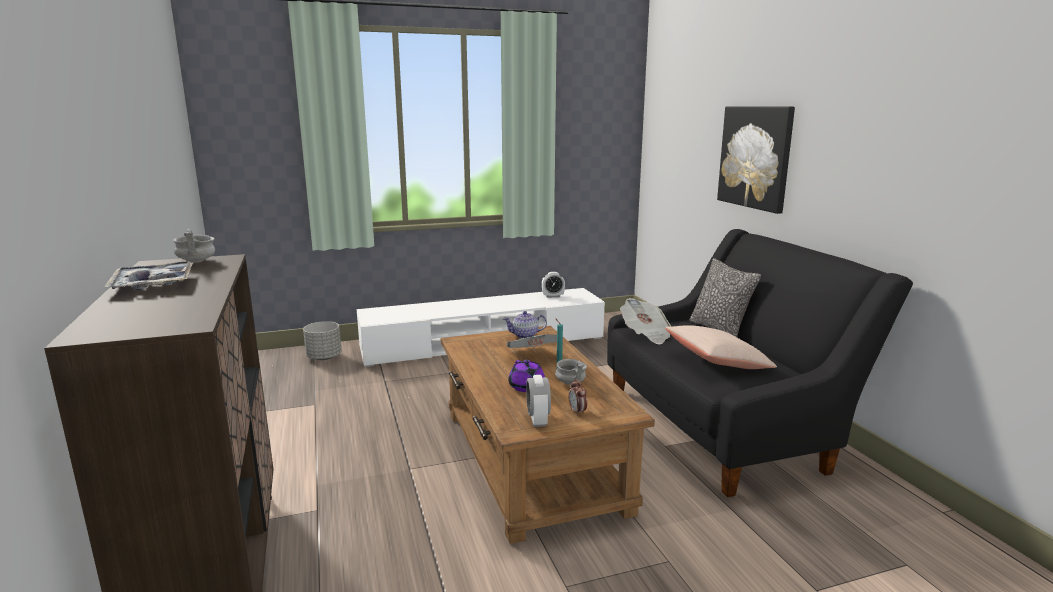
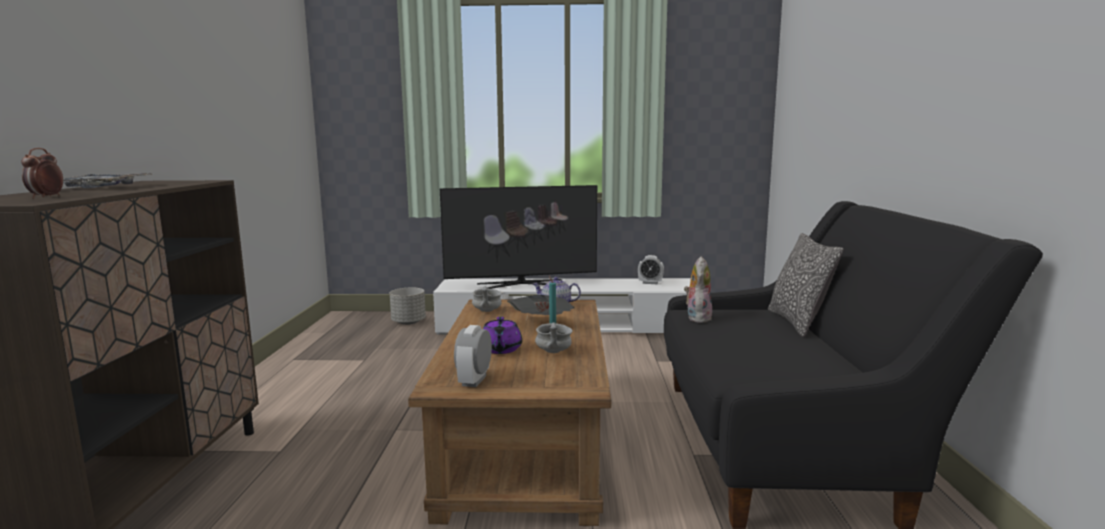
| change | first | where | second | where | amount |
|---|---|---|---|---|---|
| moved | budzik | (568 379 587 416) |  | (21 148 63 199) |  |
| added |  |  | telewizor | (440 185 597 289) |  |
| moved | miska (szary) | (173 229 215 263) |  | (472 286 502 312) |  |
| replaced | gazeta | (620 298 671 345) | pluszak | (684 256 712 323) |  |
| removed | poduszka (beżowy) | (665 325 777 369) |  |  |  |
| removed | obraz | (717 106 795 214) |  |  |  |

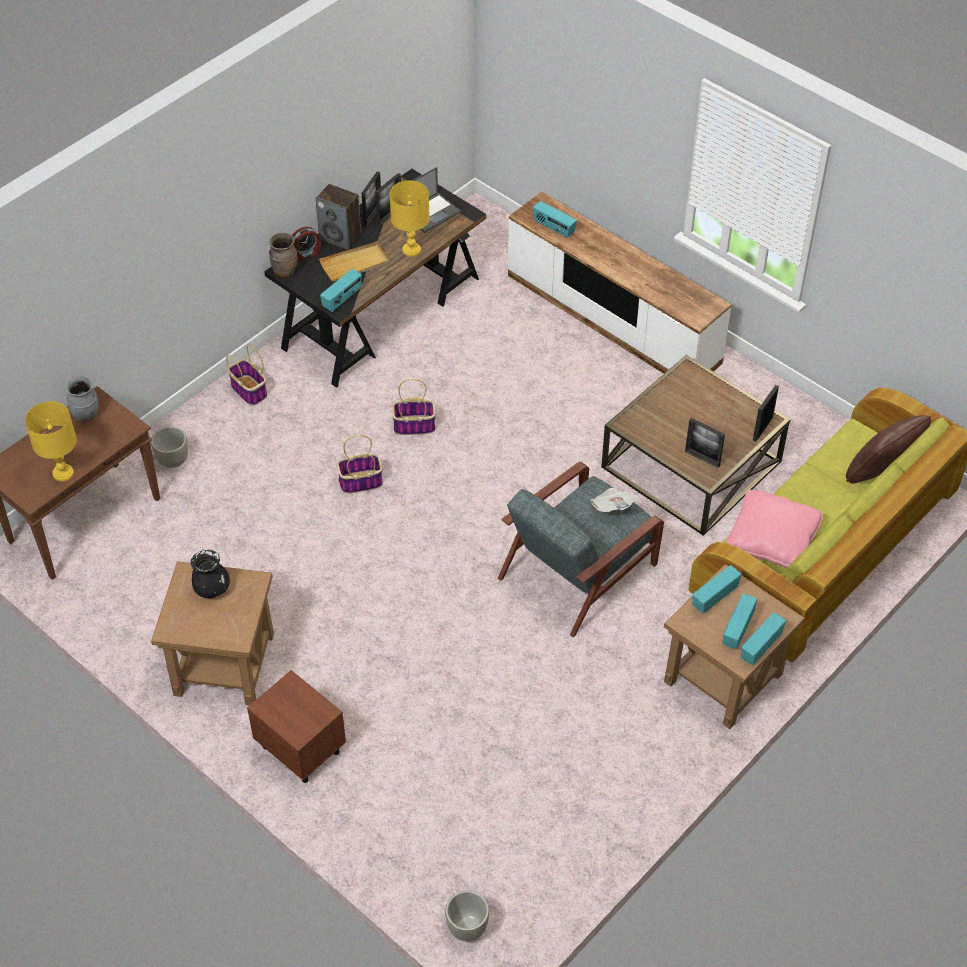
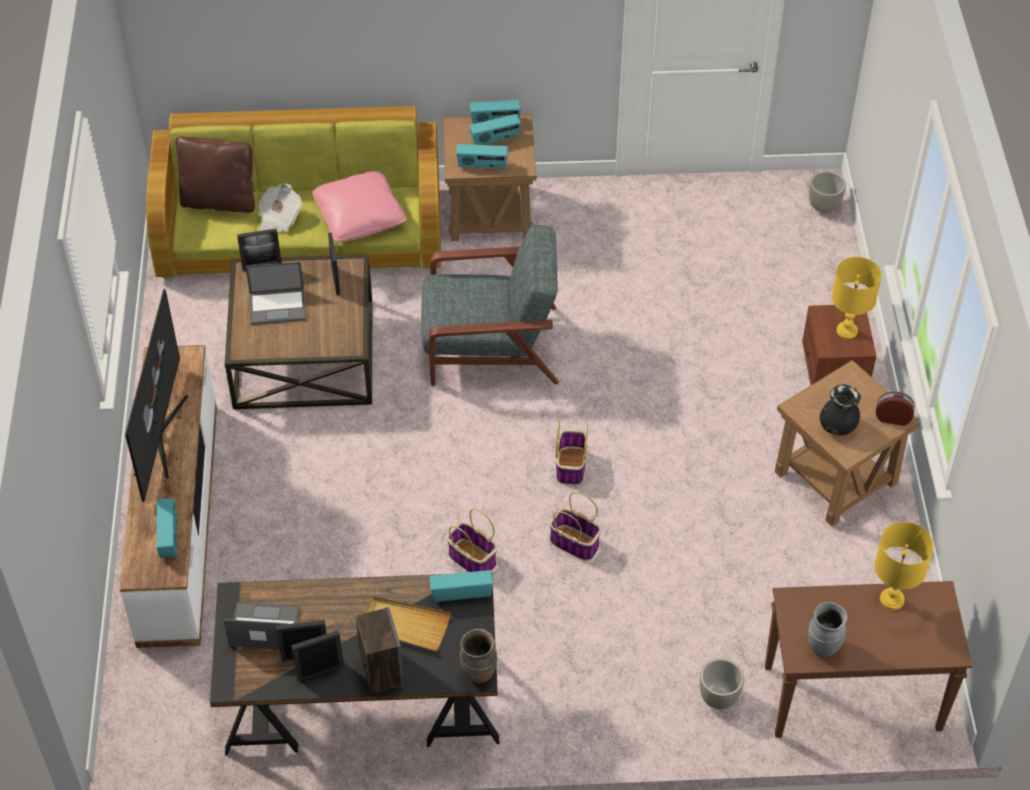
| change | first | where | second | where | amount |
|---|---|---|---|---|---|
| added |  |  | telewizor | (125 289 189 502) |  |
| added |  |  | laptop | (245 262 306 325) |  |
| moved | gazeta | (590 488 638 512) |  | (258 183 302 233) |  |
| moved | koszyk | (226 344 267 406) |  | (555 420 588 485) |  |
| moved | lampa stołowa (żółty) | (390 181 430 257) |  | (832 257 882 339) |  |
| moved | budzik | (292 227 321 261) |  | (876 392 915 426) |  |

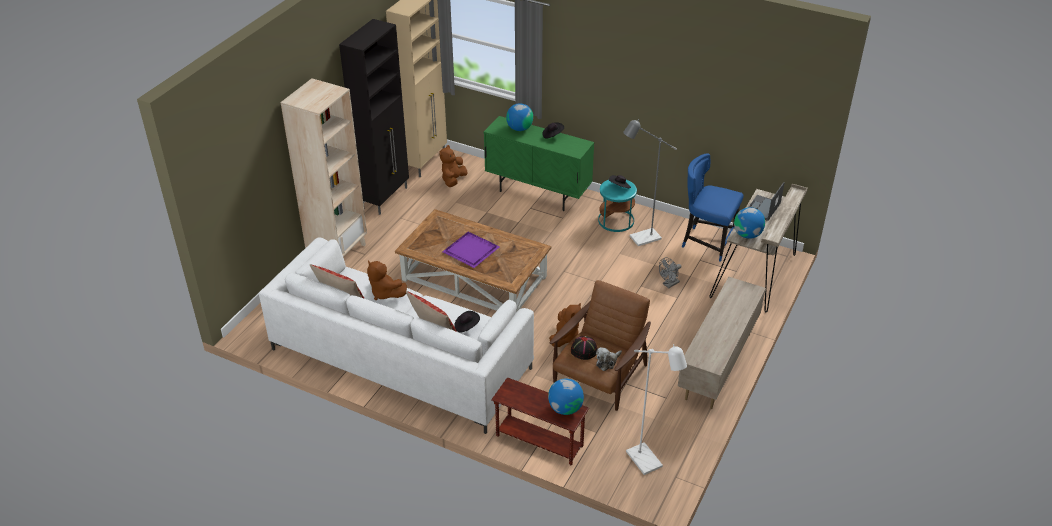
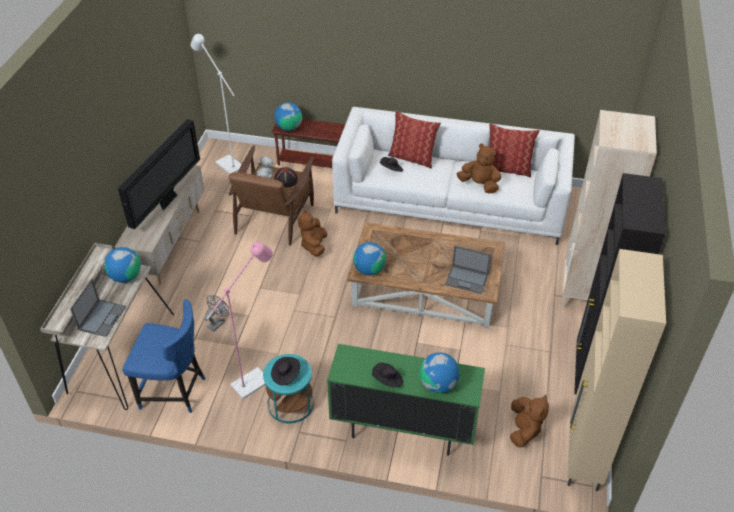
| change | first | where | second | where | amount |
|---|---|---|---|---|---|
| added |  |  | telewizor | (118 119 200 229) |  |
| recoloured | lampa stojąca (szary) | (623 119 677 246) | lampa stojąca (różowy) | (206 242 273 399) |  |
| added |  |  | globus | (353 242 386 275) |  |
| added |  |  | laptop | (445 246 491 294) |  |
| removed | taca (fioletowy) | (443 231 499 268) |  |  |  |

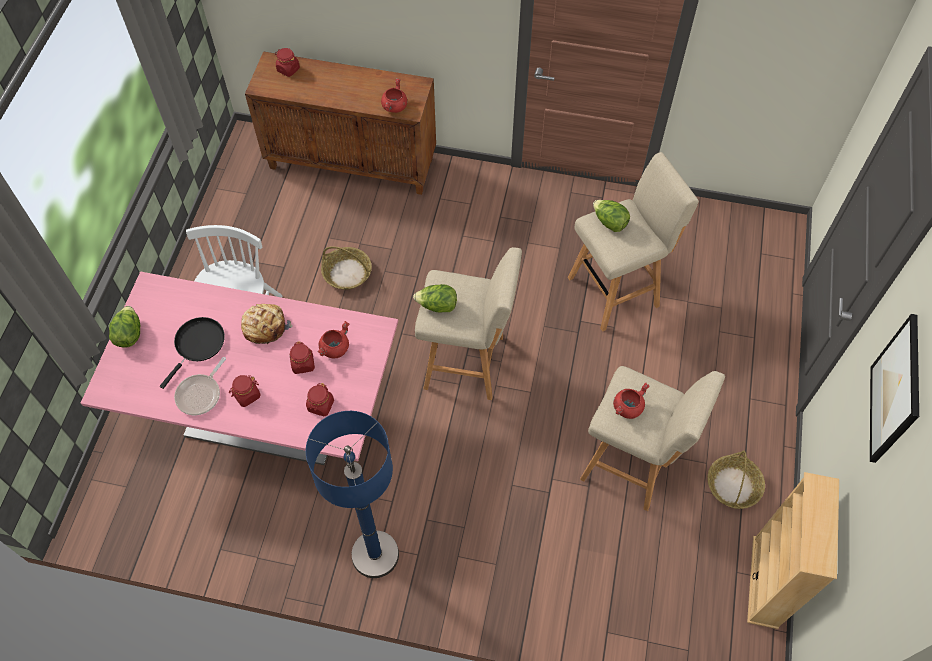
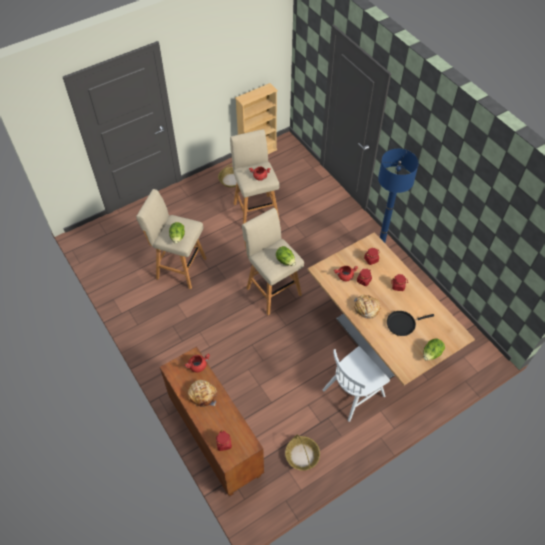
| change | first | where | second | where | amount |
|---|---|---|---|---|---|
| added |  |  | chleb | (188 380 217 407) |  |
| moved | koszyk | (321 246 372 290) |  | (285 435 320 471) |  |
| recoloured | stół jadalny (różowy) | (81 271 398 465) | stół jadalny (brązowy) | (307 232 475 386) |  |
| removed | patelnia | (174 357 226 415) |  |  |  |
| removed | obraz | (870 314 919 463) |  |  |  |

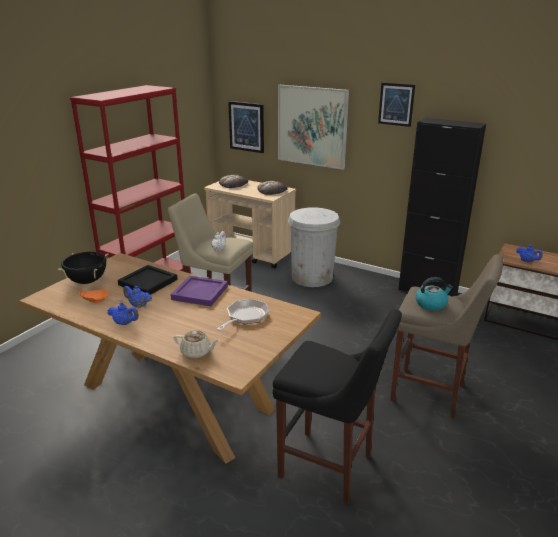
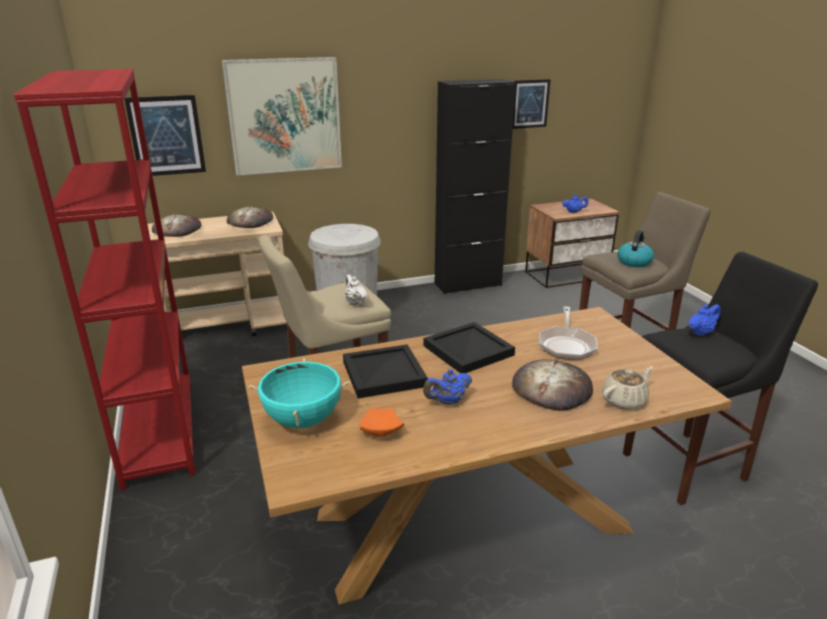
| change | first | where | second | where | amount |
|---|---|---|---|---|---|
| recoloured | garnek (czarny) | (58 252 109 284) | garnek (turkusowy) | (248 358 351 428) |  |
| recoloured | taca (fioletowy) | (170 276 228 306) | taca (czarny) | (424 322 515 373) |  |
| added |  |  | chleb | (512 359 593 411) |  |
| moved | obraz | (378 83 415 127) |  | (513 79 551 129) |  |
| turned | patelnia | (217 299 269 331) |  | (539 307 598 361) | 150 degrees counterclockwise |
| moved | imbryk (niebieski) | (108 302 139 325) |  | (688 304 721 336) |  |

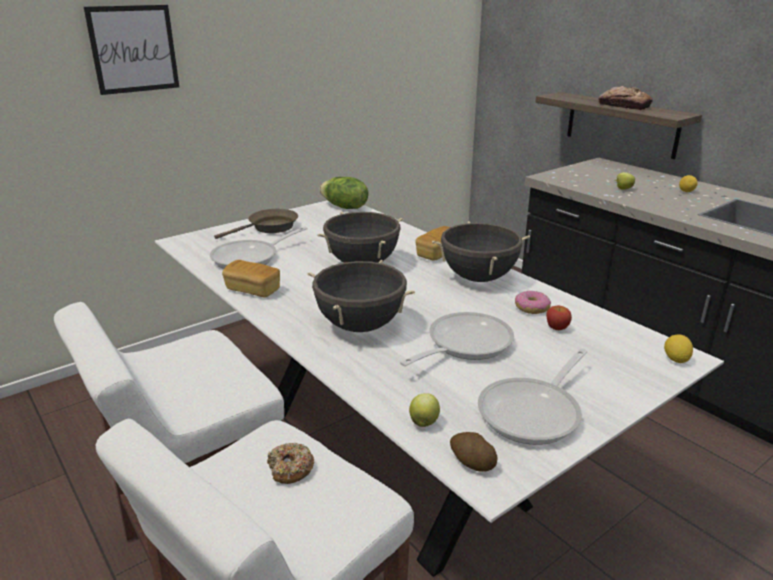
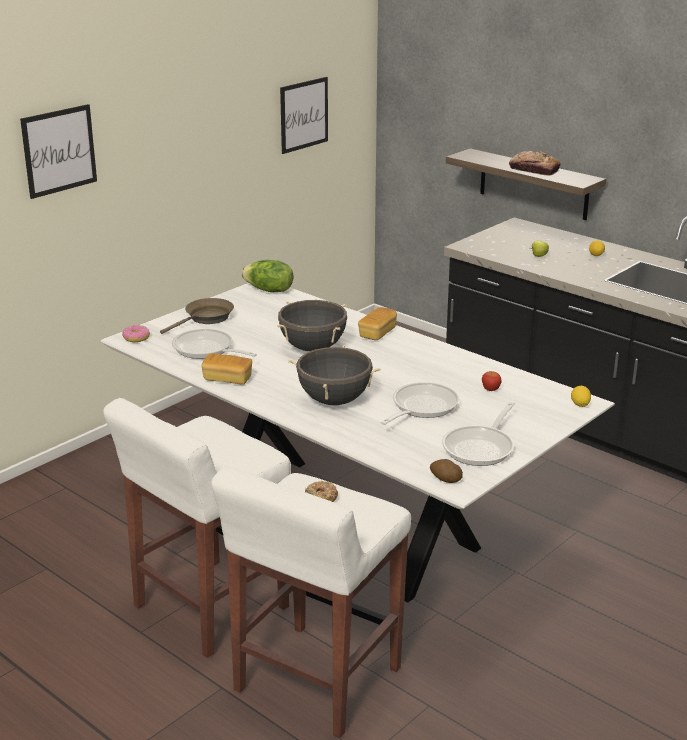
| change | first | where | second | where | amount |
|---|---|---|---|---|---|
| moved | donut | (515 290 551 314) |  | (122 325 150 342) |  |
| turned | patelnia | (210 227 308 269) |  | (172 329 257 359) | 90 degrees clockwise |
| added |  |  | obraz | (280 77 328 154) |  |
| removed | jabłko | (409 393 440 427) |  |  |  |
| removed | garnek (czarny) | (432 221 530 282) |  |  |  |

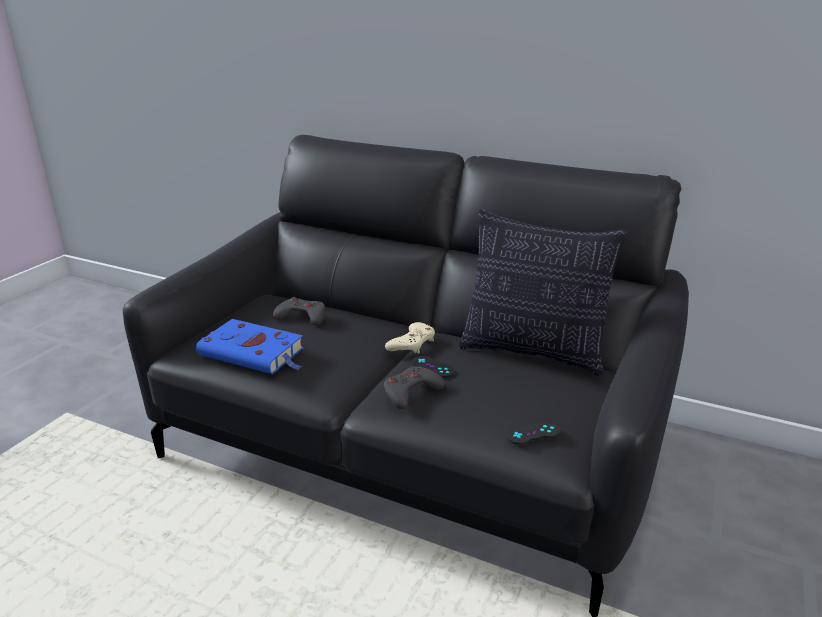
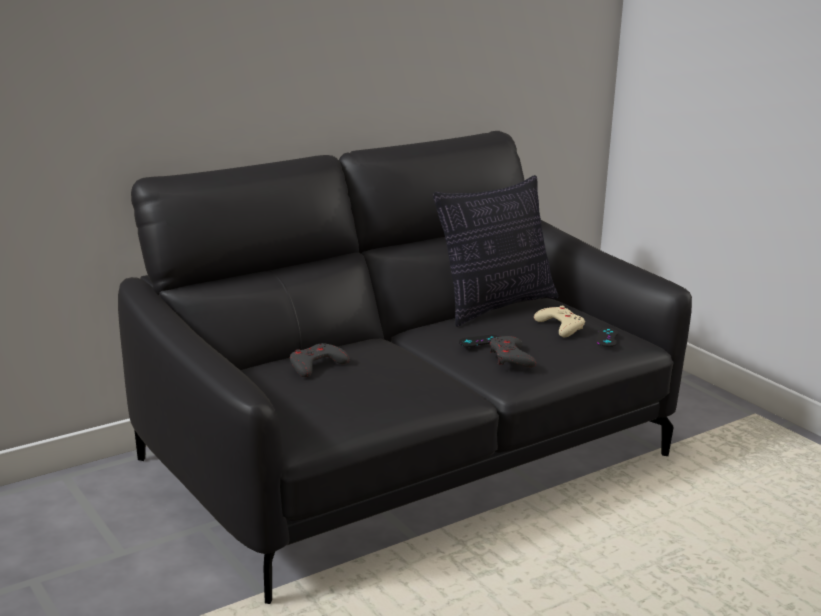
| change | first | where | second | where | amount |
|---|---|---|---|---|---|
| moved | pad do gier (beżowy) | (385 322 435 354) |  | (534 306 585 337) |  |
| removed | książka (niebieski) | (196 319 304 374) |  |  |  |

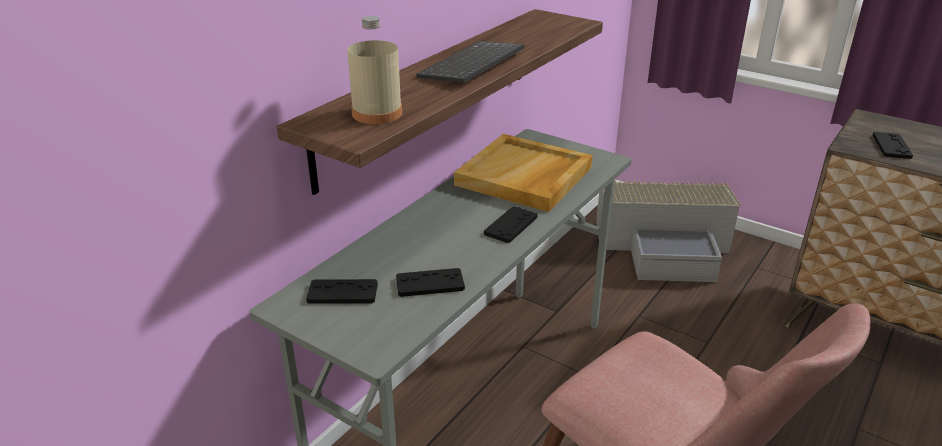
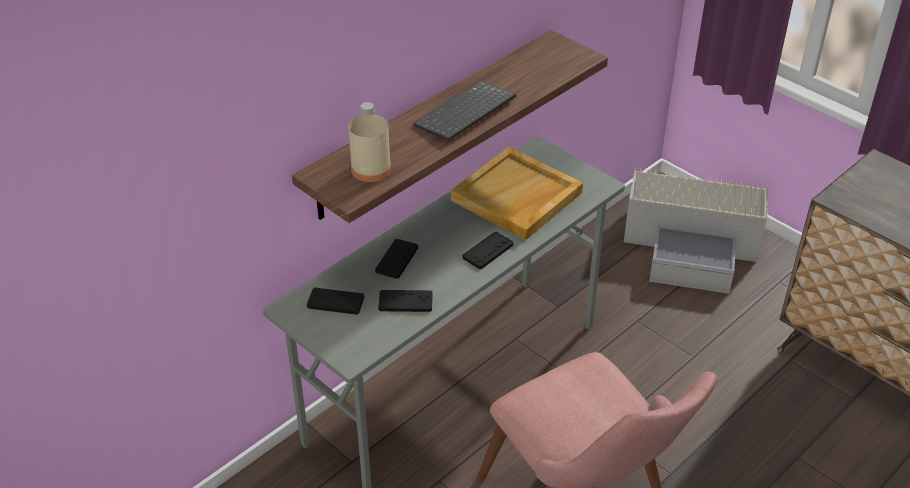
| change | first | where | second | where | amount |
|---|---|---|---|---|---|
| moved | pad do gier (czarny) | (873 132 913 159) |  | (375 239 418 279) |  |

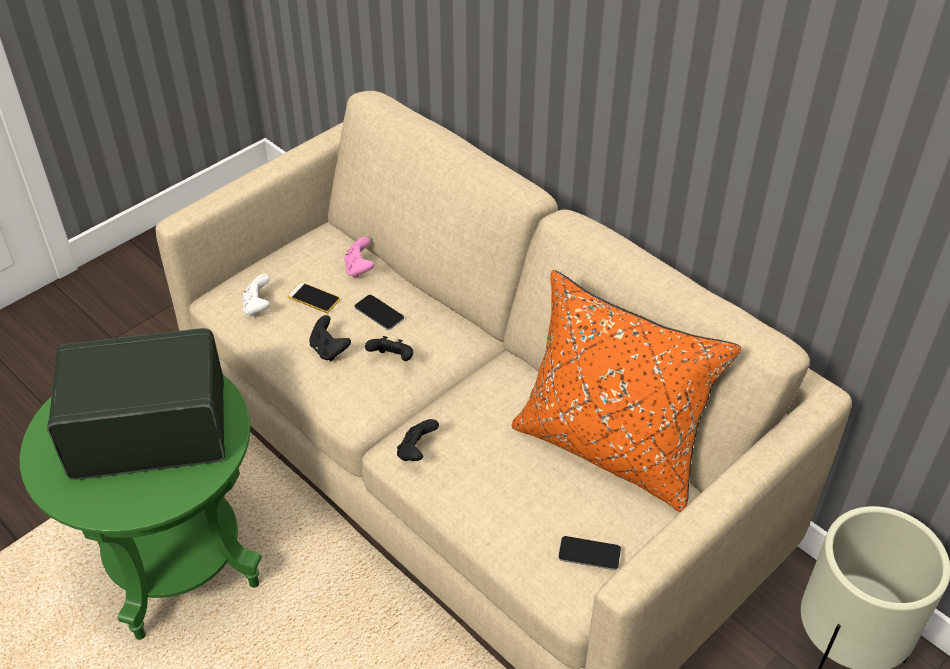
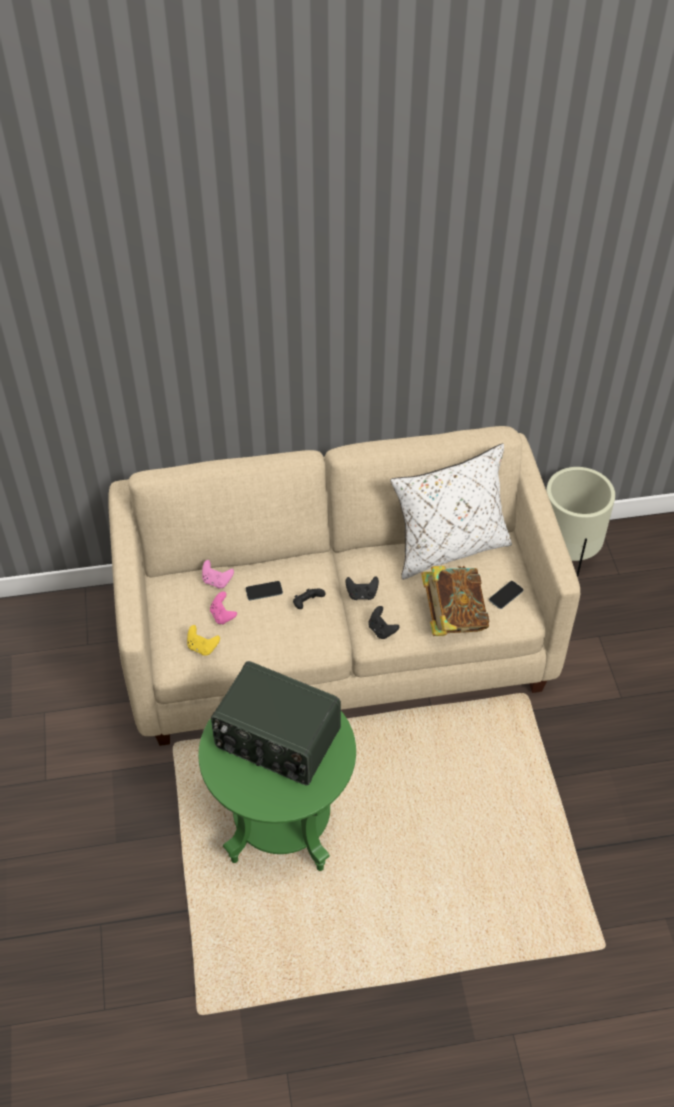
| change | first | where | second | where | amount |
|---|---|---|---|---|---|
| recoloured | pad do gier (biały) | (243 274 270 317) | pad do gier (żółty) | (187 625 220 656) |  |
| replaced | telefon | (288 282 340 313) | pad do gier (różowy) | (210 591 237 625) |  |
| turned | radio | (47 328 225 480) |  | (211 661 341 785) | 90 degrees counterclockwise |
| moved | pad do gier (czarny) | (309 315 351 361) |  | (345 576 379 600) |  |
| recoloured | poduszka (pomarańczowy) | (512 270 741 512) | poduszka (biały) | (390 444 512 580) |  |
| added |  |  | książka | (421 566 489 636) |  |

